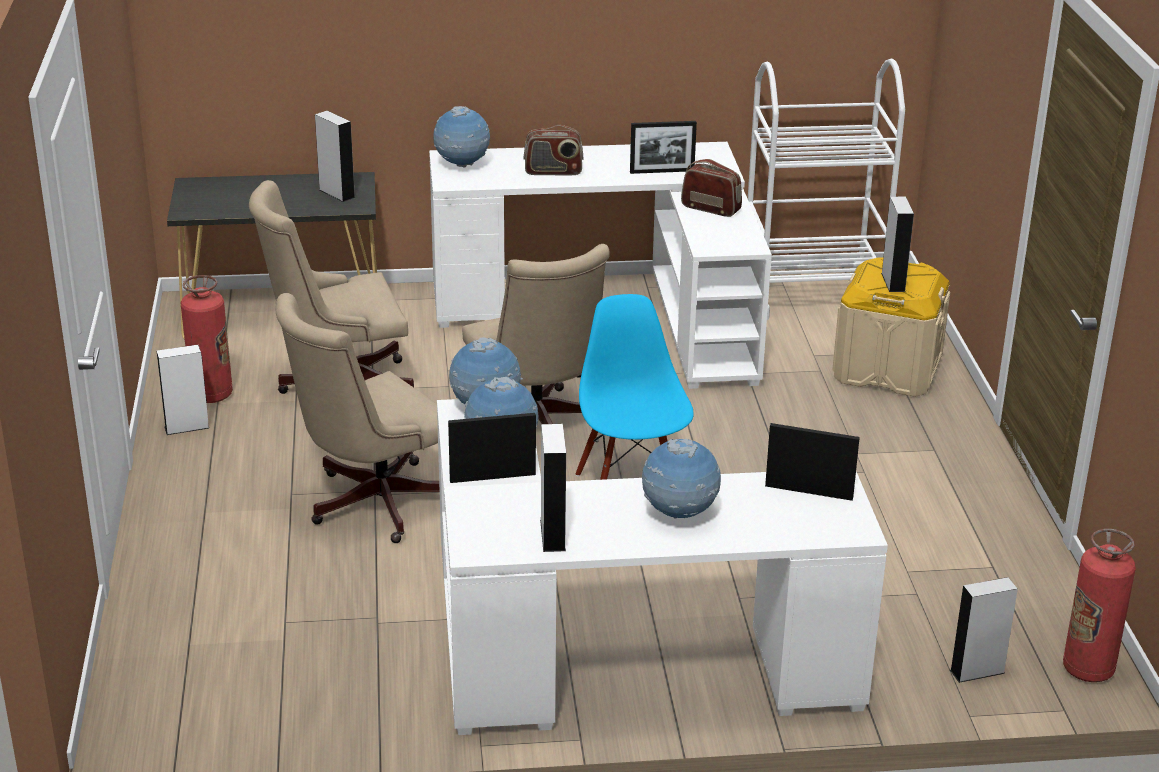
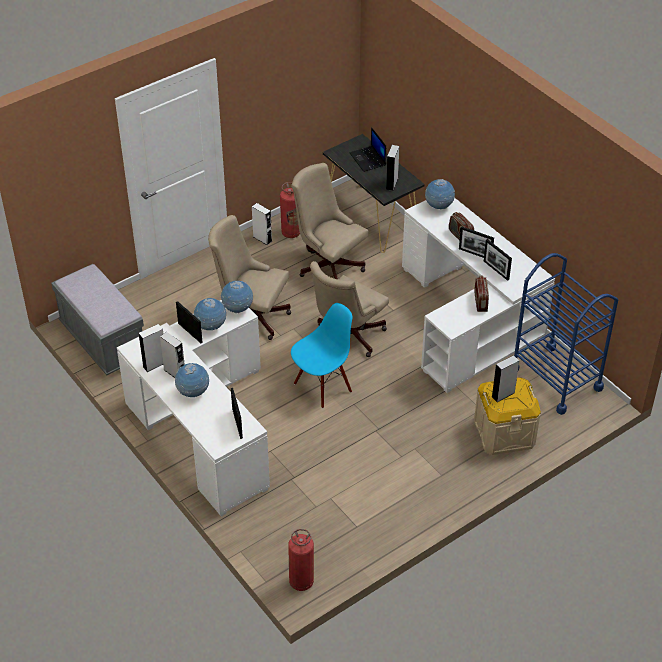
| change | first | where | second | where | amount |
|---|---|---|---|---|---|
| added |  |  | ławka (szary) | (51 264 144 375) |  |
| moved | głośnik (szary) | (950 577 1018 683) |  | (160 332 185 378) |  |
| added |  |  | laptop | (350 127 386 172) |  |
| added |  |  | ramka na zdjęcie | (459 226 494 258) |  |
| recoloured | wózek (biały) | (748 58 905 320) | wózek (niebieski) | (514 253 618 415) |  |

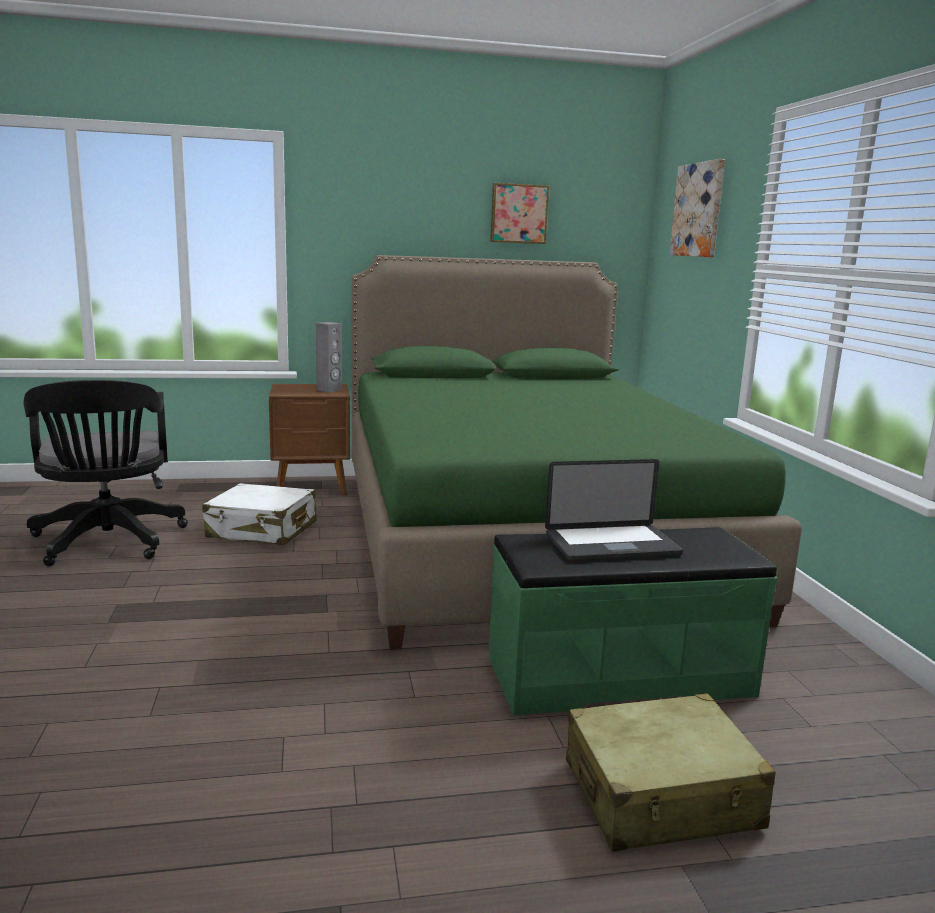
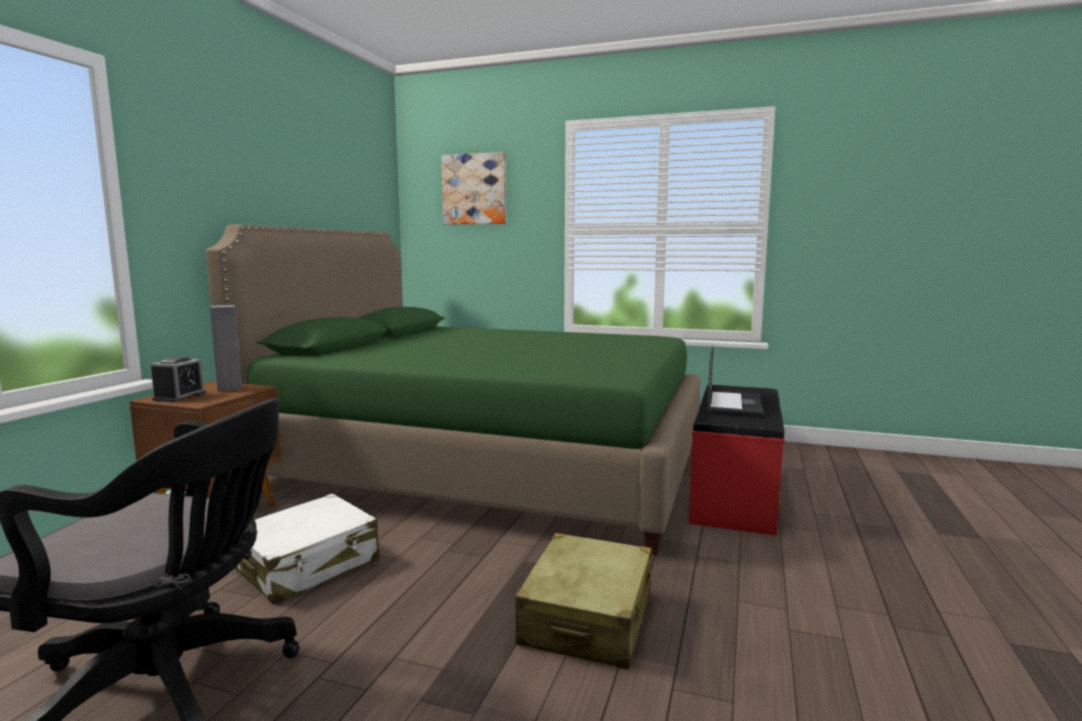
| change | first | where | second | where | amount |
|---|---|---|---|---|---|
| added |  |  | budzik | (150 357 206 402) |  |
| moved | walizka (beżowy) | (566 694 776 852) |  | (515 533 652 669) |  |
| recoloured | ławka (zielony) | (489 527 778 716) | ławka (czerwony) | (689 385 785 536) |  |
| removed | obraz | (490 183 549 244) |  |  |  |

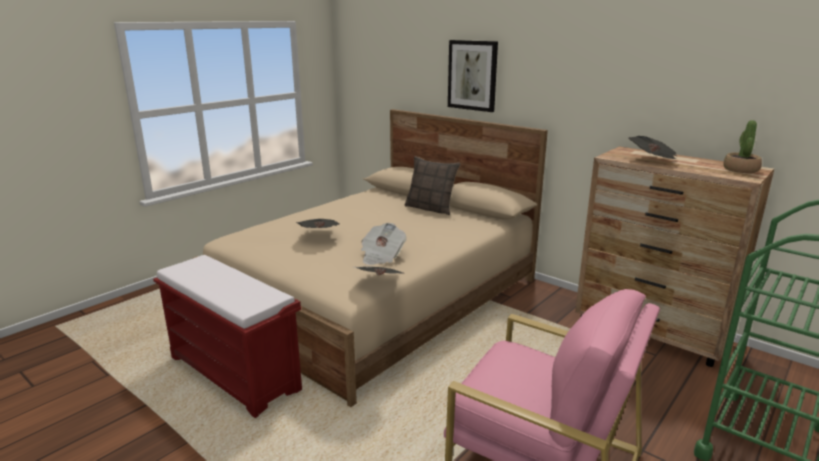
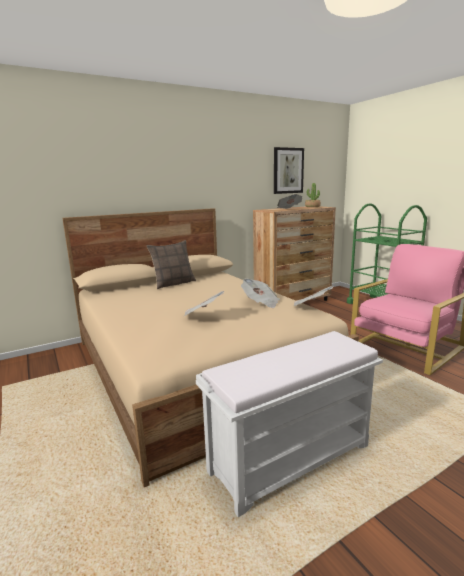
| change | first | where | second | where | amount |
|---|---|---|---|---|---|
| recoloured | ławka (czerwony) | (153 255 302 418) | ławka (biały) | (196 331 383 517) |  |
| moved | obraz | (448 40 498 112) |  | (274 147 304 194) |  |

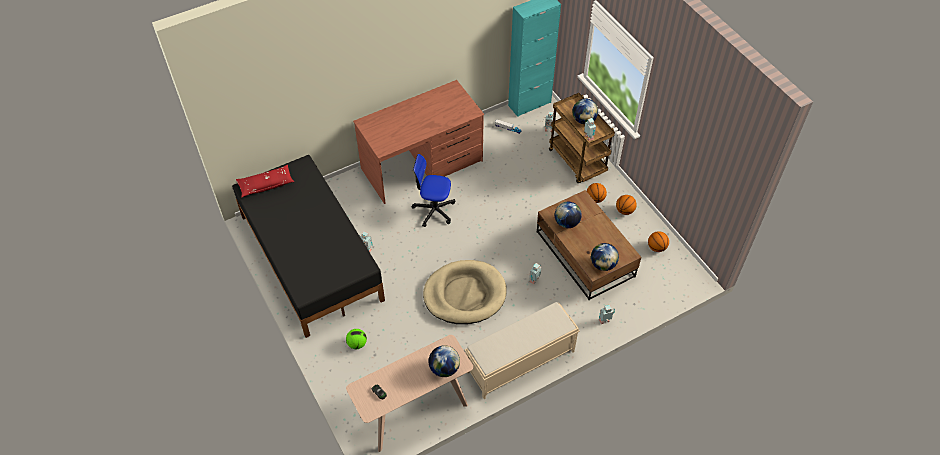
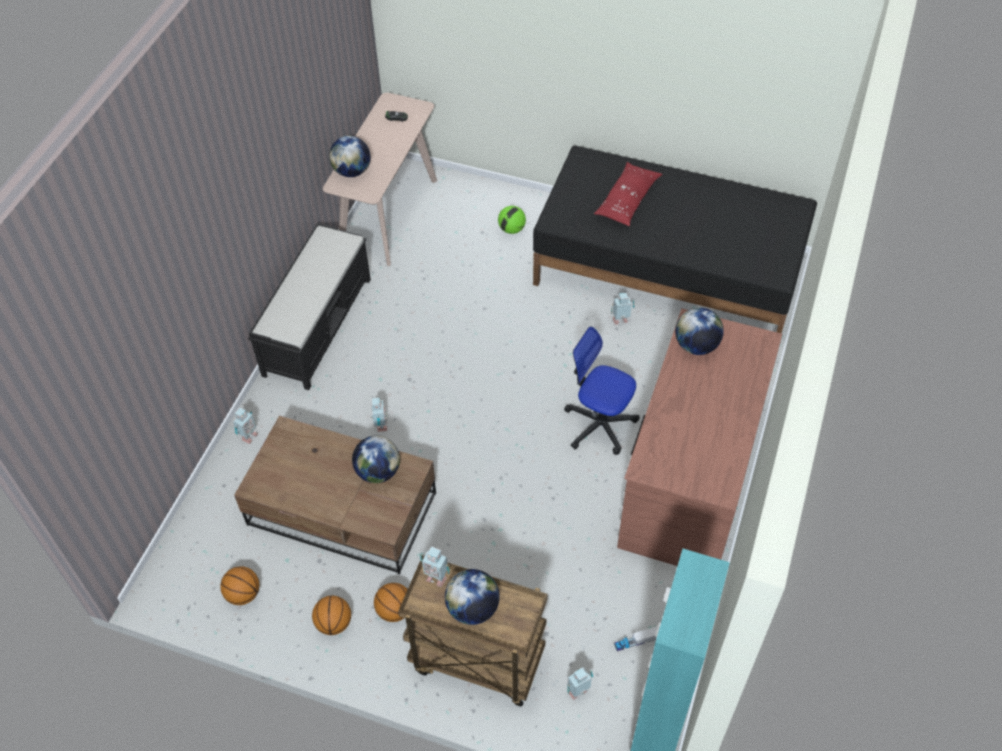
| change | first | where | second | where | amount |
|---|---|---|---|---|---|
| recoloured | ławka (beżowy) | (465 302 580 399) | ławka (czarny) | (248 223 371 390) |  |
| turned | krzesło biurowe | (412 154 455 227) |  | (564 326 639 455) | 120 degrees counterclockwise |
| moved | poduszka (czerwony) | (236 165 294 198) |  | (594 162 662 226) |  |
| moved | globus | (591 243 619 271) |  | (675 307 724 355) |  |
| removed | legowisko (beżowy) | (423 260 507 324) |  |  |  |

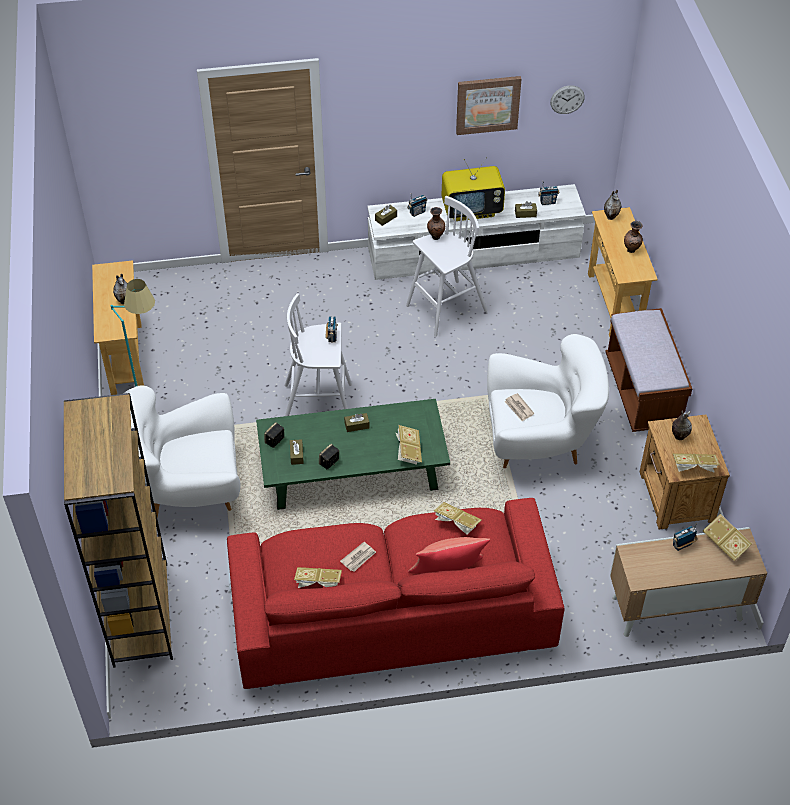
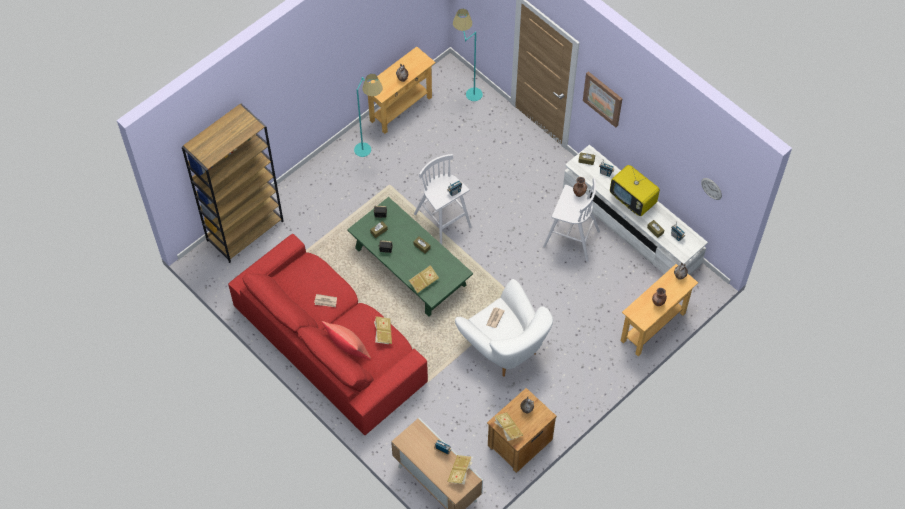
| change | first | where | second | where | amount |
|---|---|---|---|---|---|
| added |  |  | lampa stojąca (turkusowy) | (453 9 483 101) |  |
| moved | obraz | (456 76 522 135) |  | (583 71 622 127) |  |
| removed | fotel (biały) | (123 386 240 518) |  |  |  |
| removed | książka | (294 567 342 588) |  |  |  |
| removed | ławka (brązowy) | (605 308 692 432) |  |  |  |

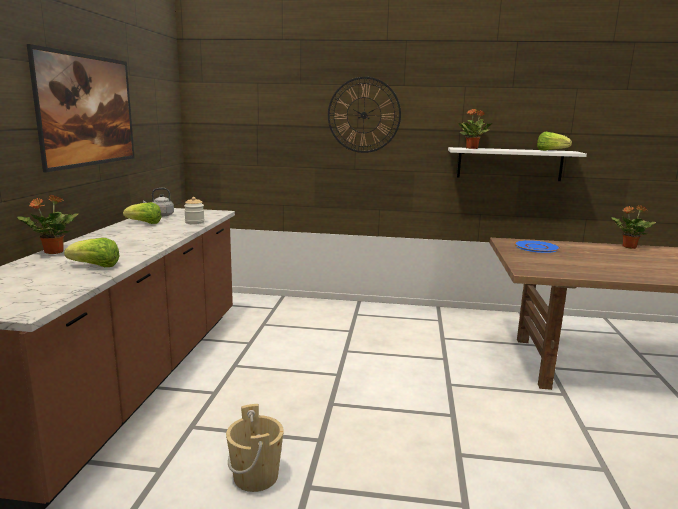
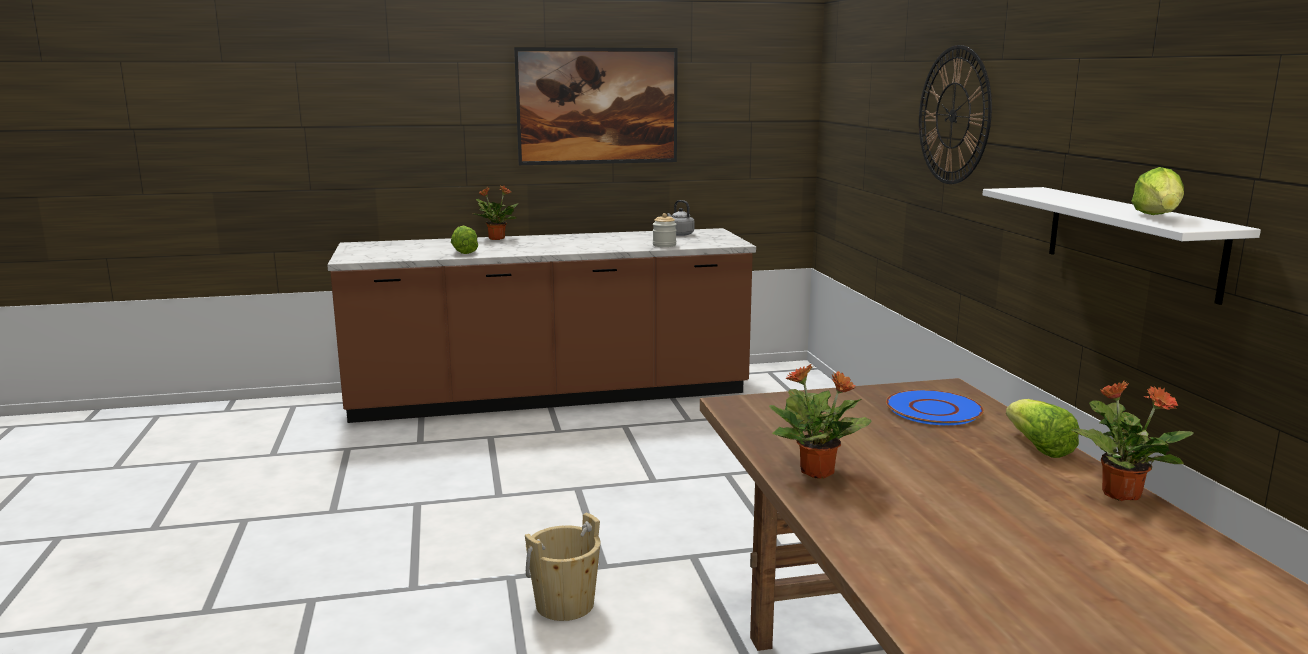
| change | first | where | second | where | amount |
|---|---|---|---|---|---|
| moved | wiadro (beżowy) | (226 404 284 492) |  | (525 513 601 621) |  |
| moved | roślina doniczkowa | (458 109 493 149) |  | (769 364 872 478) |  |
| moved | sałata | (123 202 162 224) |  | (1006 399 1079 458) |  |

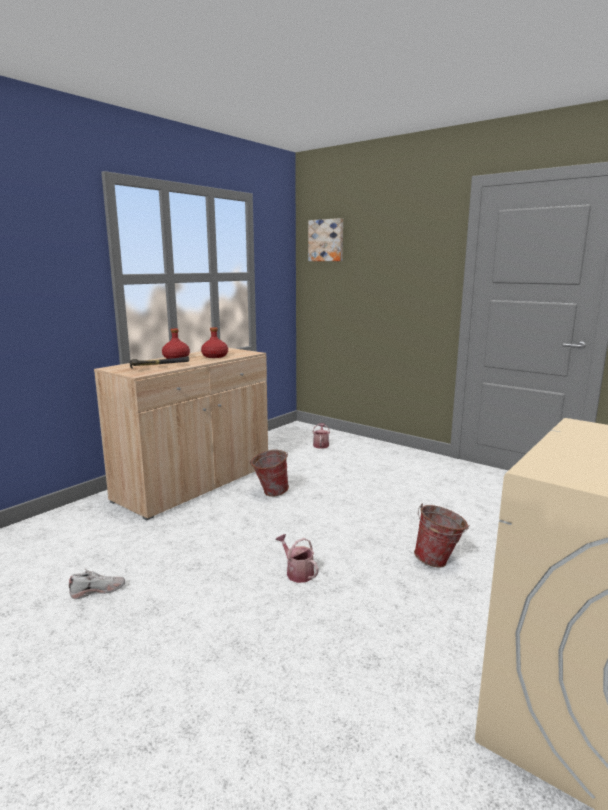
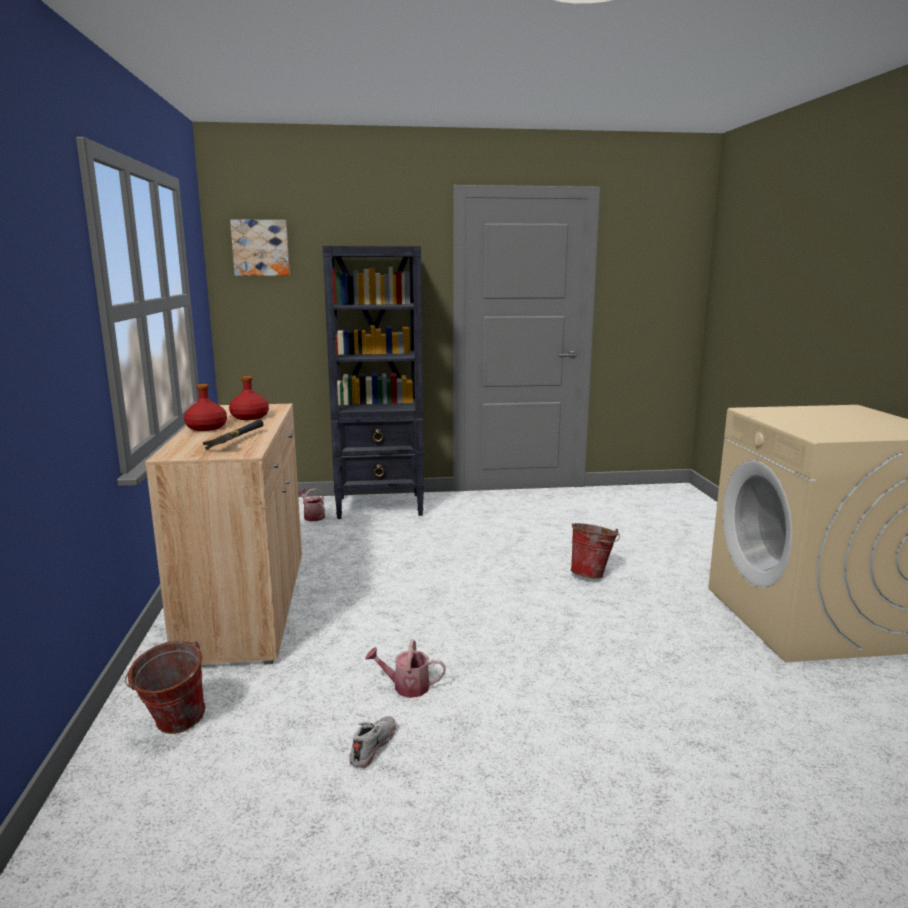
| change | first | where | second | where | amount |
|---|---|---|---|---|---|
| moved | wiadro | (250 450 289 497) |  | (125 641 205 734) |  |
| added |  |  | regał (czarny) | (323 246 424 519) |  |
| moved | konewka | (276 534 319 583) |  | (365 639 446 698) |  |

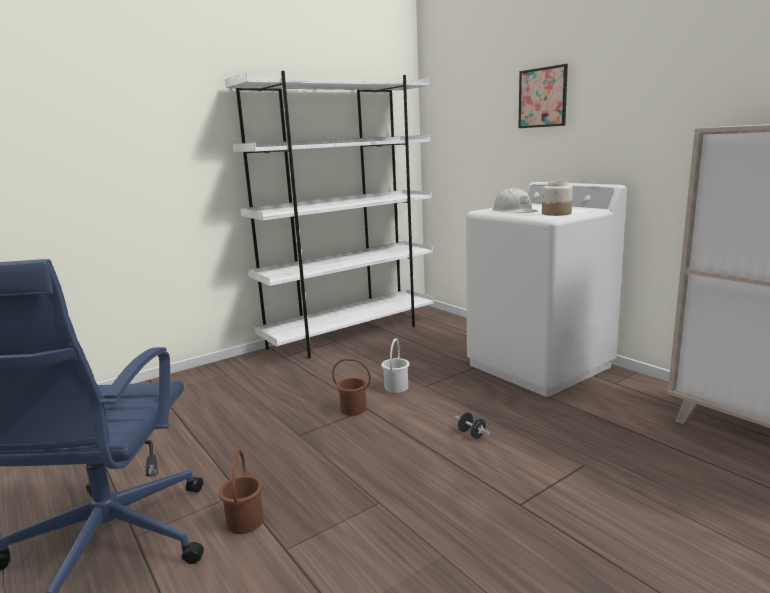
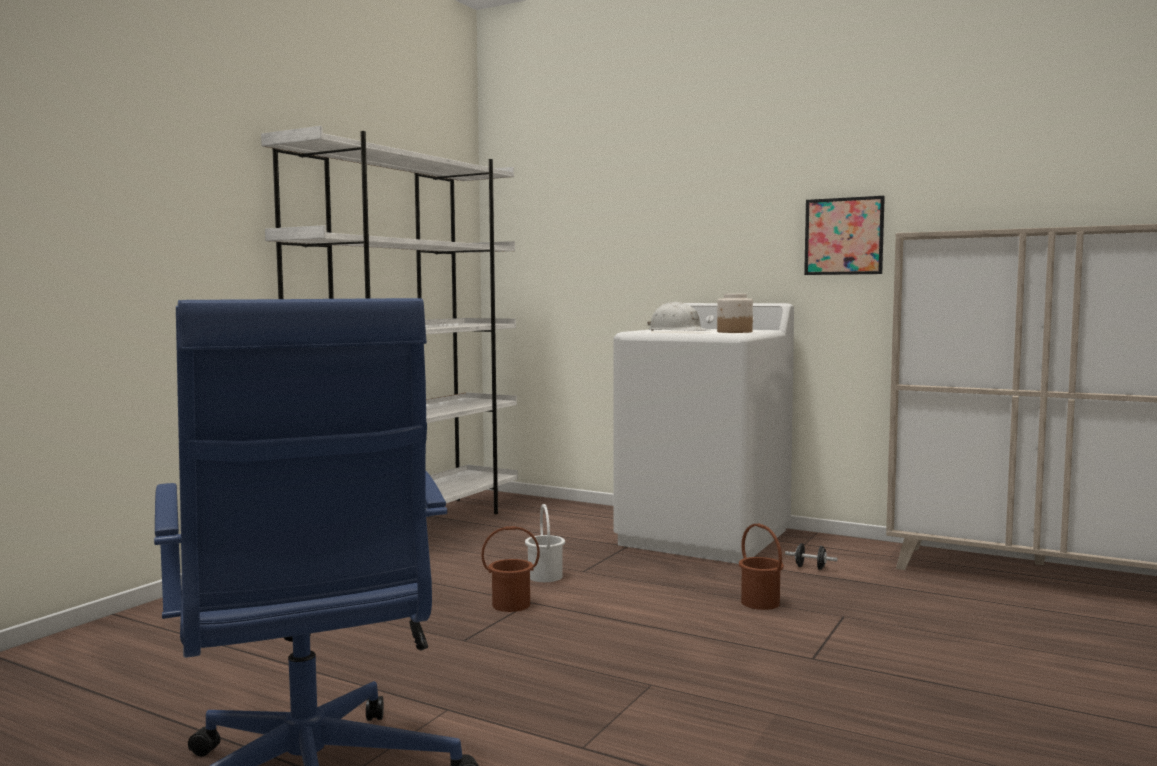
| change | first | where | second | where | amount |
|---|---|---|---|---|---|
| moved | wiadro (brązowy) | (219 449 264 534) |  | (739 523 784 610) |  |
| moved | hantel (czarny) | (455 412 490 438) |  | (785 543 838 570) |  |
| moved | obraz | (519 64 568 128) |  | (804 196 885 275) |  |

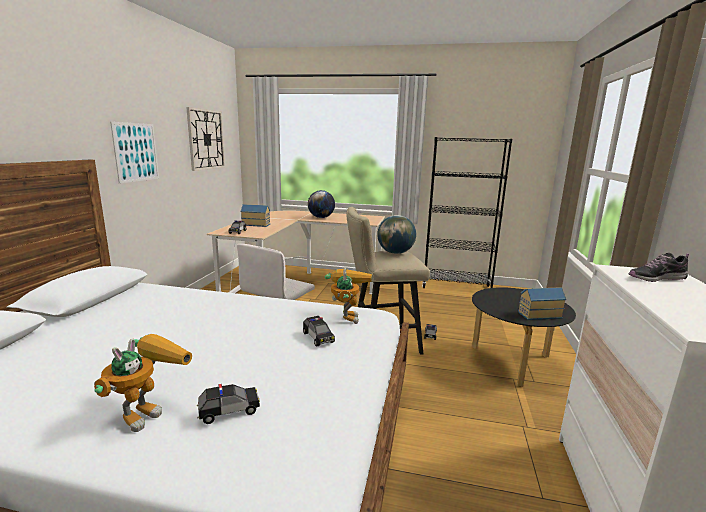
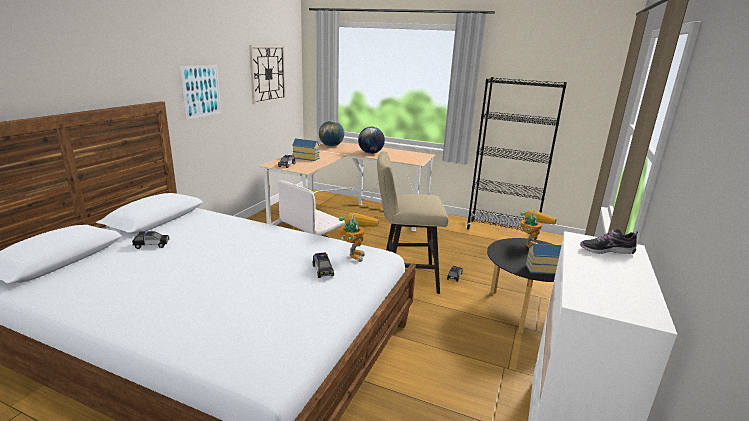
| change | first | where | second | where | amount |
|---|---|---|---|---|---|
| moved | samochodzik | (197 384 260 424) |  | (132 230 170 249) |  |
| moved | globus | (377 215 416 254) |  | (319 121 344 147) |  |
| moved | robot zabawkowy | (94 334 192 432) |  | (520 210 557 247) |  |

